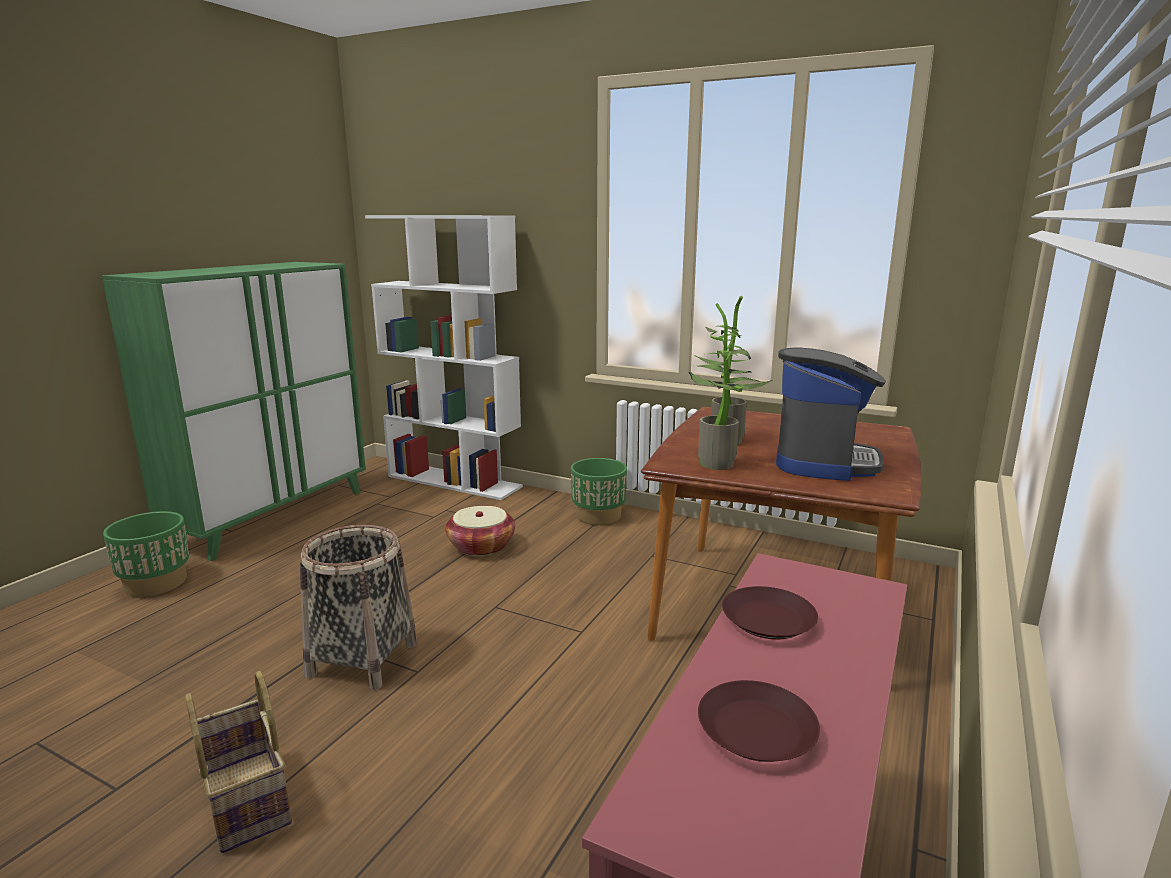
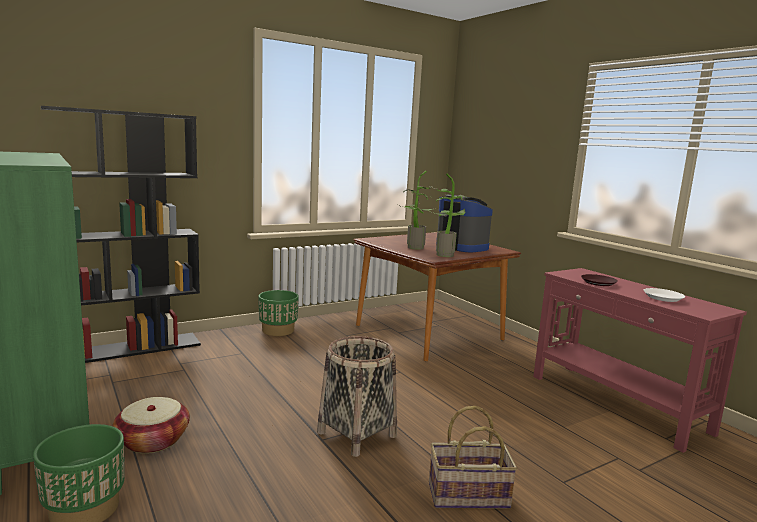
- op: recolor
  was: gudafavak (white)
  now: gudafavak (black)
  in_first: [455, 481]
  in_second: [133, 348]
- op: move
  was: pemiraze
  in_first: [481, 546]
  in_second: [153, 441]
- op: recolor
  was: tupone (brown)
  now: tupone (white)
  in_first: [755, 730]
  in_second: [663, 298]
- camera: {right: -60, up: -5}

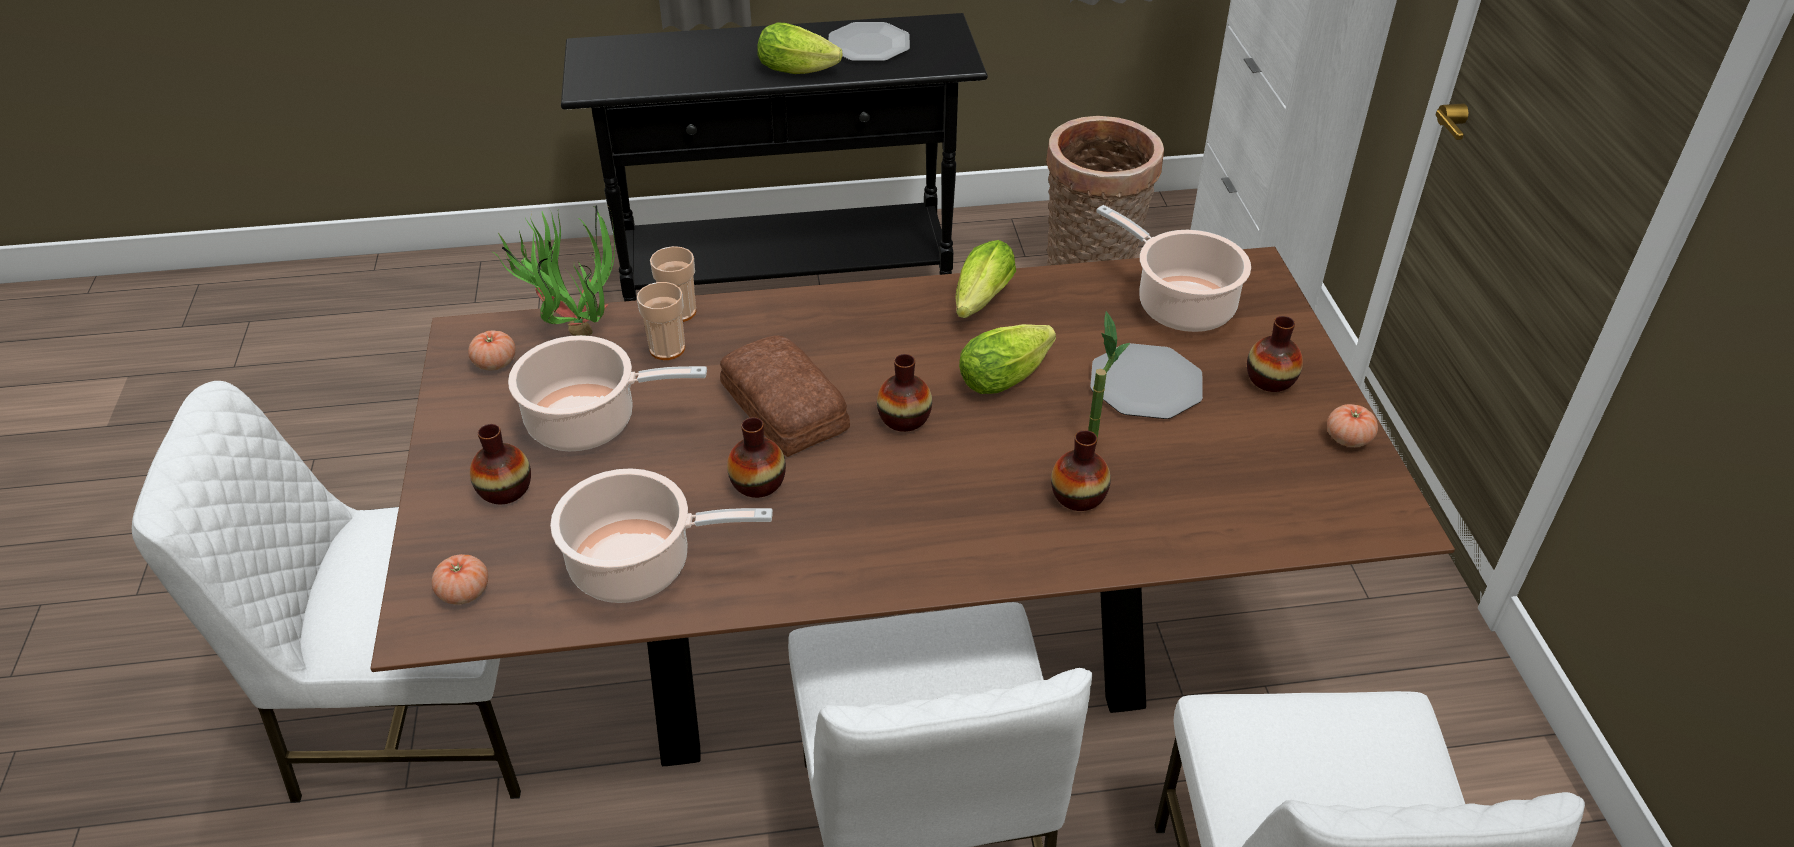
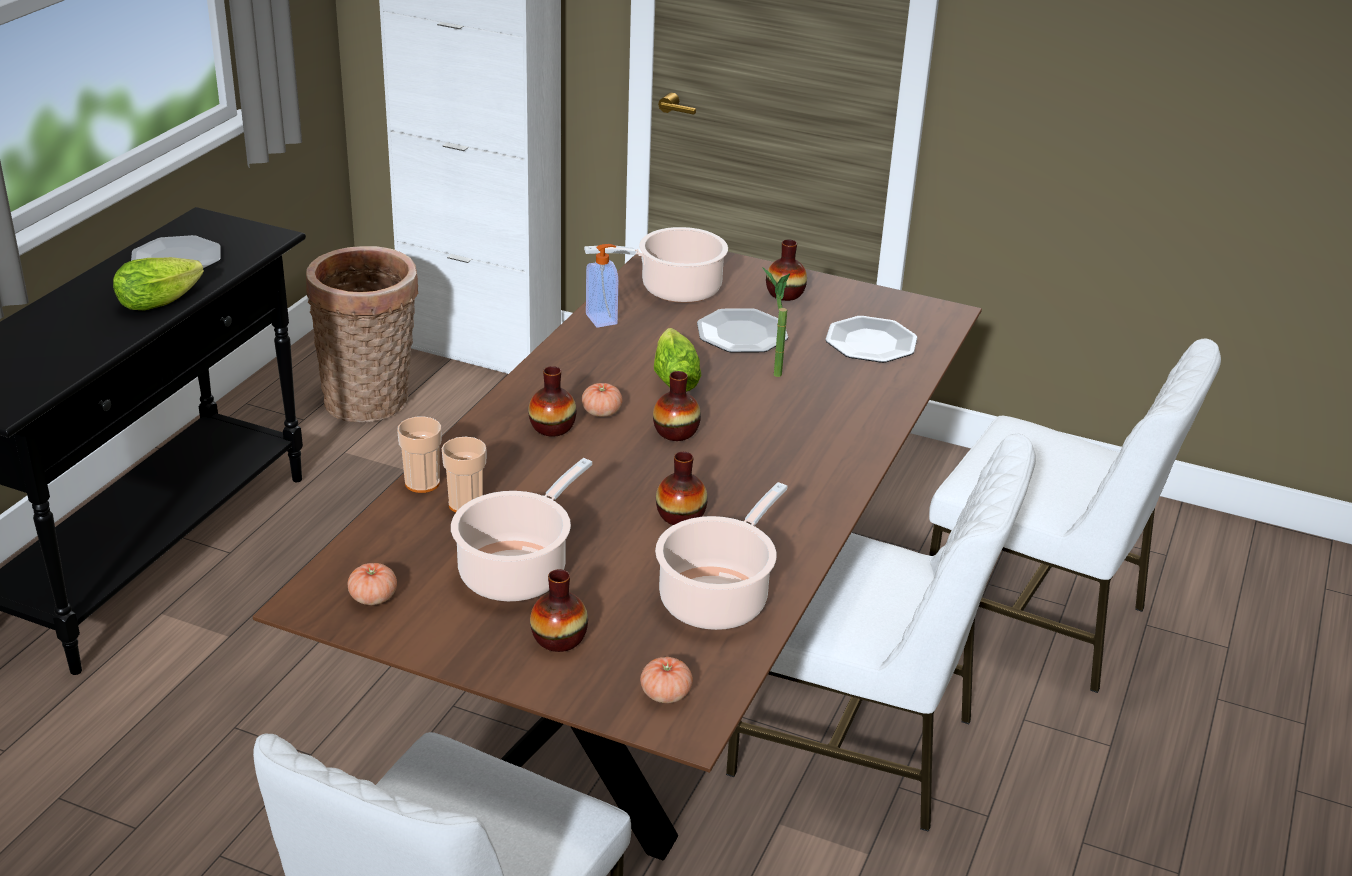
- op: delete
  was: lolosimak
  in_first: [575, 328]
- op: delete
  was: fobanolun
  in_first: [782, 409]
- op: delete
  was: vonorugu
  in_first: [979, 303]
- op: move
  was: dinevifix
  in_first: [1078, 496]
  in_second: [552, 427]
- op: move
  was: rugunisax
  in_first: [1348, 438]
  in_second: [601, 412]
- op: insert
  now: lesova
  in_second: [602, 319]
- op: insert
  now: tupone
  in_second: [870, 342]
- camera: {right: -60, up: -10}

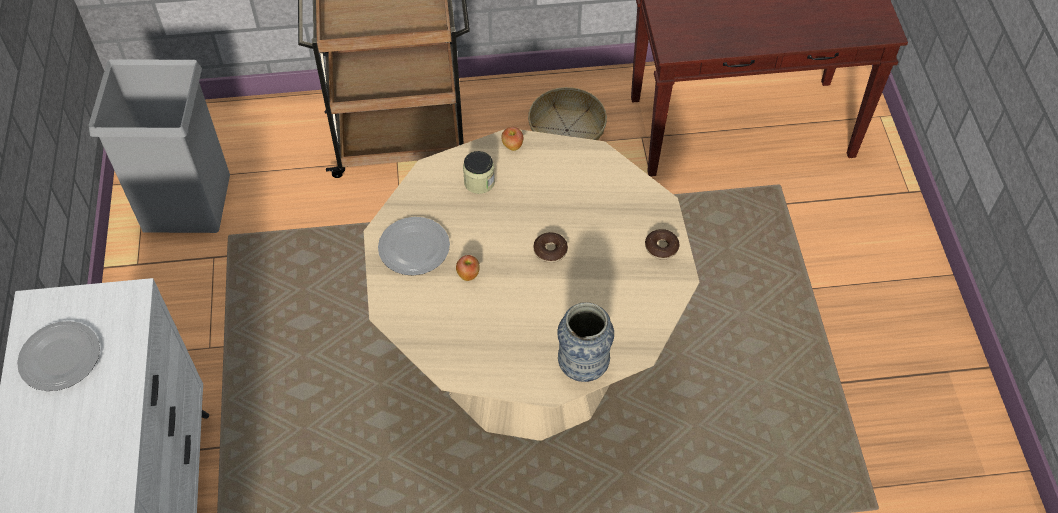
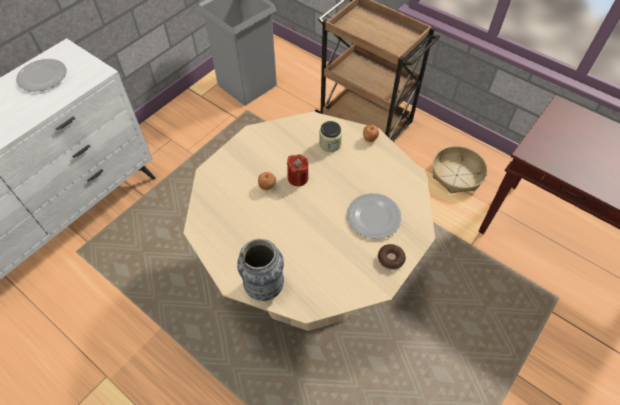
- op: move
  was: tupone
  in_first: [413, 248]
  in_second: [373, 216]
- op: delete
  was: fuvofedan
  in_first: [550, 251]
- op: insert
  now: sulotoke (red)
  in_second: [298, 178]
- camera: {right: 45, up: 0}

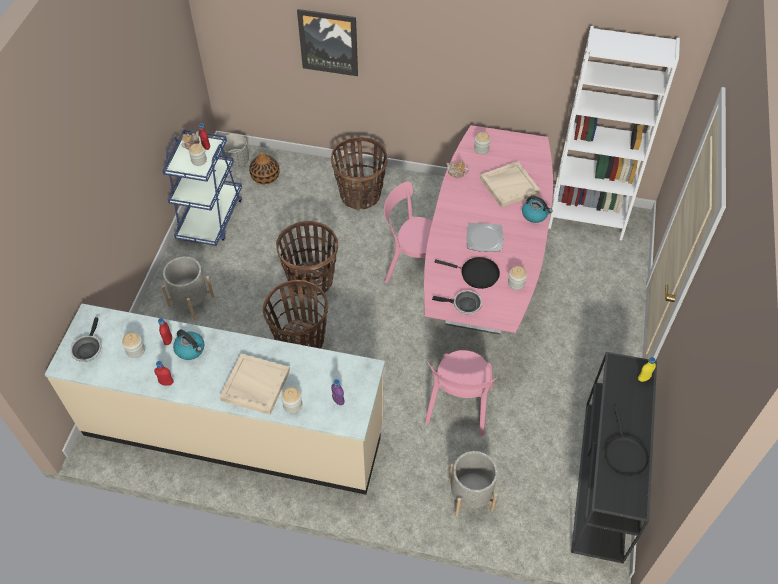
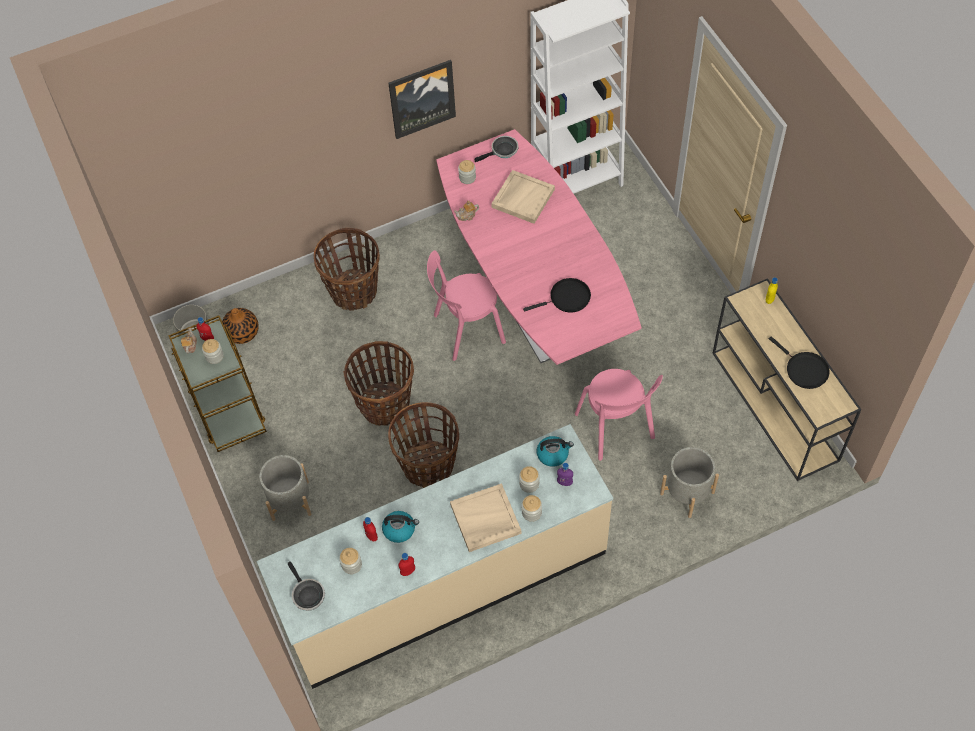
- op: recolor
  was: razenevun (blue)
  now: razenevun (brown)
  in_first: [210, 218]
  in_second: [227, 409]
- op: move
  was: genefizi
  in_first: [328, 42]
  in_second: [422, 98]
- op: move
  was: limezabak
  in_first: [464, 305]
  in_second: [502, 151]
- op: delete
  was: tupone
  in_first: [485, 239]
- op: move
  was: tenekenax
  in_first: [516, 283]
  in_second: [529, 484]
- op: move
  was: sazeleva
  in_first: [535, 215]
  in_second: [553, 454]
- op: recolor
  was: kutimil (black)
  now: kutimil (beige)
  in_first: [603, 481]
  in_second: [775, 407]
- camera: {right: -35, up: 5}

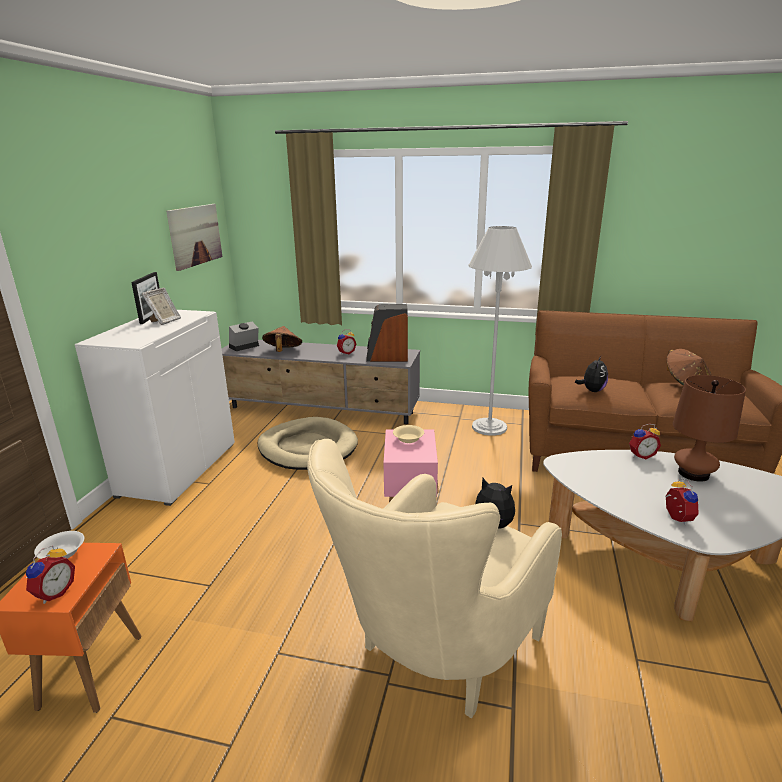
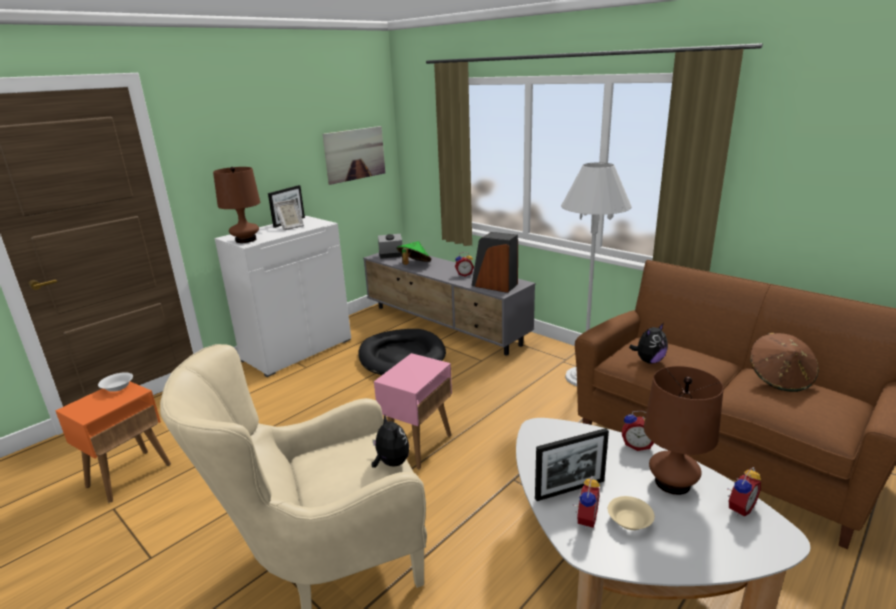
- op: move
  was: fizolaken
  in_first: [54, 593]
  in_second: [738, 508]
- op: recolor
  was: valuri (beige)
  now: valuri (black)
  in_first: [308, 447]
  in_second: [402, 356]
- op: recolor
  was: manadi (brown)
  now: manadi (green)
  in_first: [283, 352]
  in_second: [414, 265]
- op: move
  was: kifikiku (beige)
  in_first: [408, 440]
  in_second: [629, 521]
- op: insert
  now: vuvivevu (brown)
  in_second: [246, 240]
- op: insert
  now: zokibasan
  in_second: [570, 489]
- camera: {right: 30, up: 0}

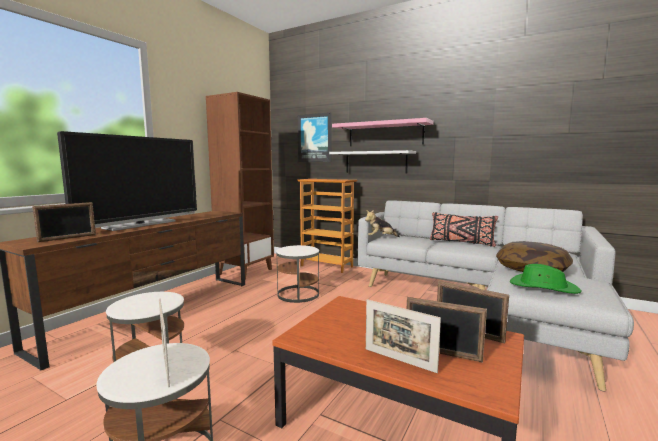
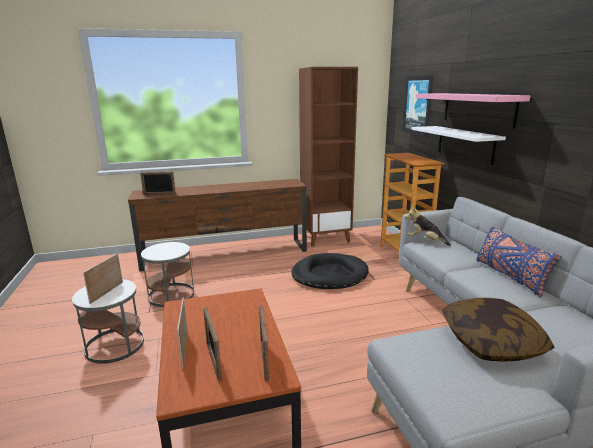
- op: delete
  was: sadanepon
  in_first: [140, 224]
- op: replace
  was: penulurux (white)
  now: valuri (black)
  in_first: [298, 294]
  in_second: [329, 275]
- op: recolor
  was: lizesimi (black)
  now: lizesimi (blue)
  in_first: [461, 242]
  in_second: [510, 276]
- op: delete
  was: manadi (green)
  in_first: [543, 287]
- camera: {right: 45, up: 10}

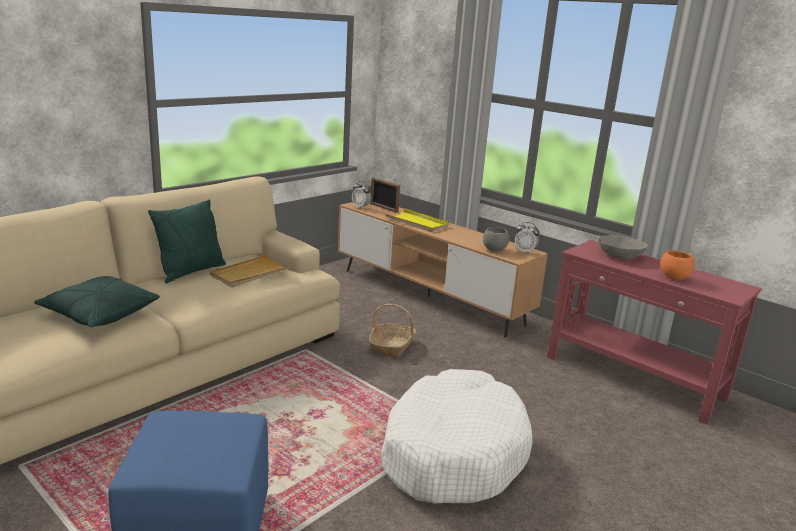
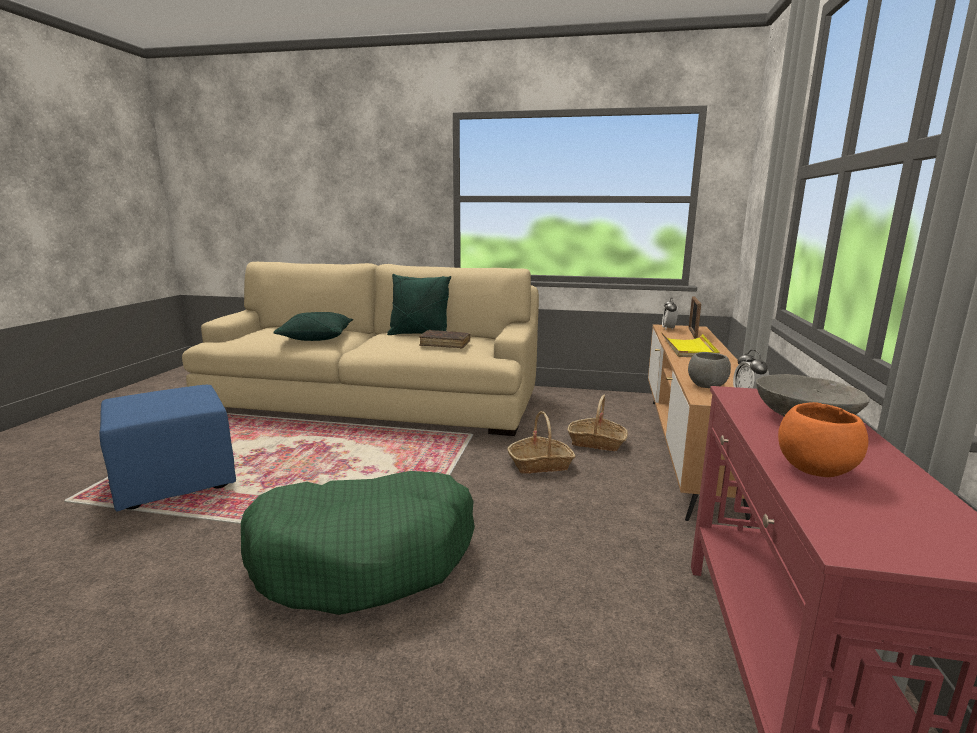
- op: replace
  was: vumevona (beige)
  now: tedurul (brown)
  in_first: [251, 274]
  in_second: [445, 344]
- op: recolor
  was: valuri (white)
  now: valuri (green)
  in_first: [452, 452]
  in_second: [365, 557]
- op: insert
  now: pemiraze
  in_second: [596, 442]
- camera: {right: 60, up: -5}

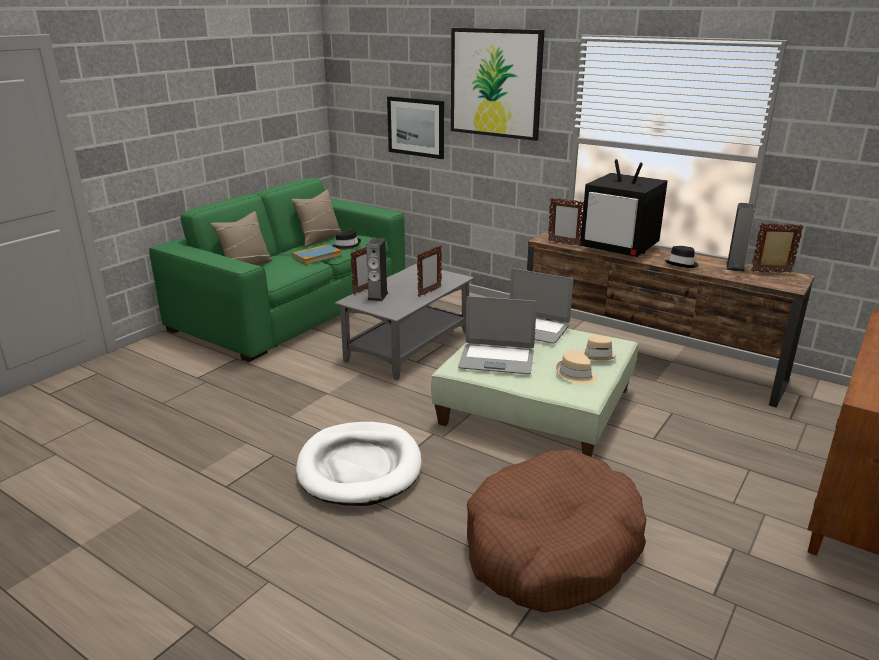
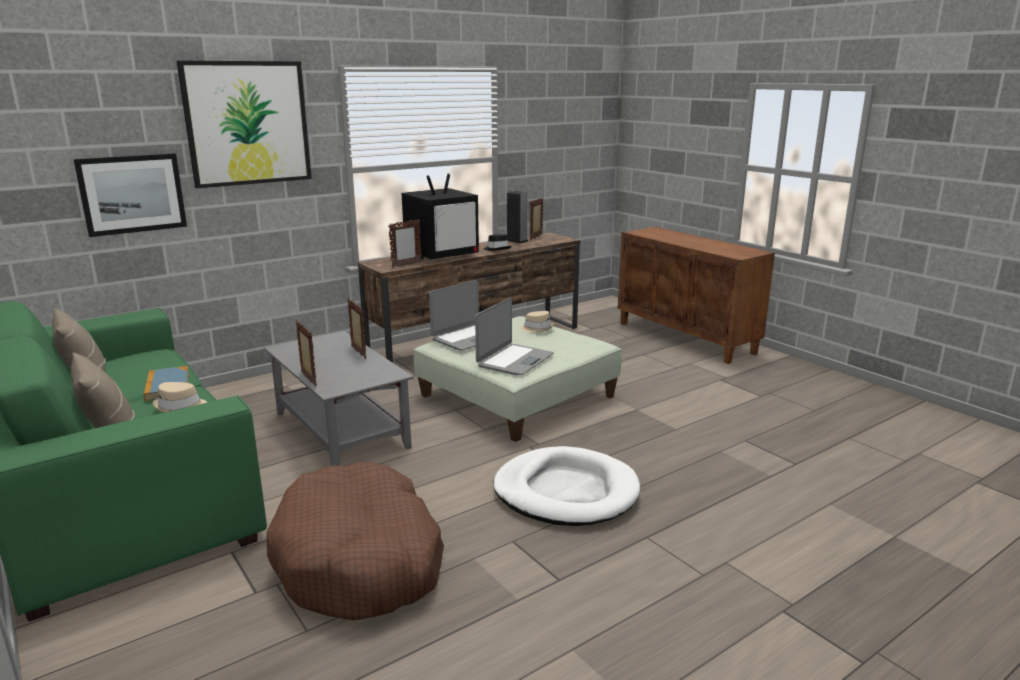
- op: delete
  was: manadi (black)
  in_first: [346, 245]
- op: delete
  was: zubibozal
  in_first: [378, 296]
- op: move
  was: valuri (brown)
  in_first: [552, 548]
  in_second: [360, 560]
- op: move
  was: manadi (beige)
  in_first: [575, 375]
  in_second: [180, 407]
- camera: {right: -70, up: -5}

